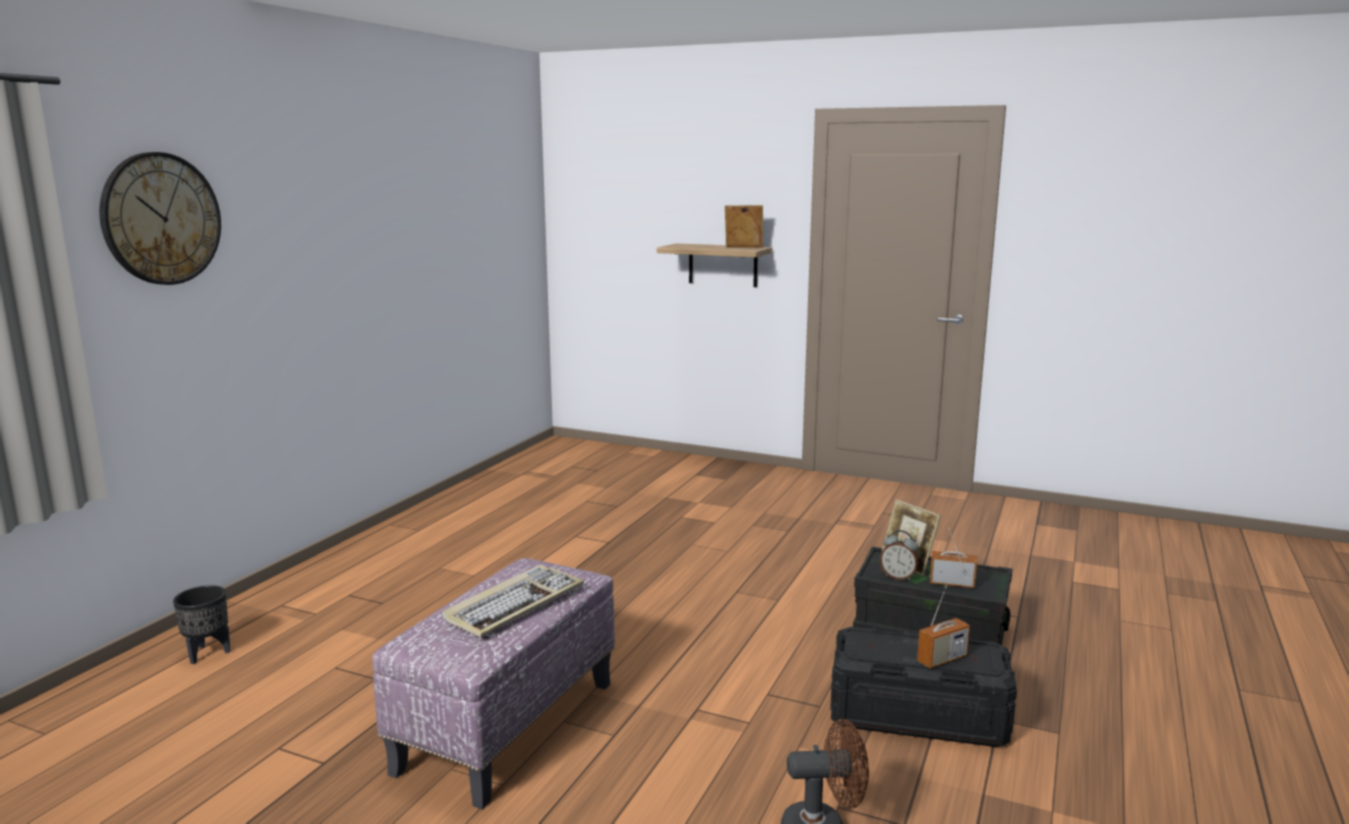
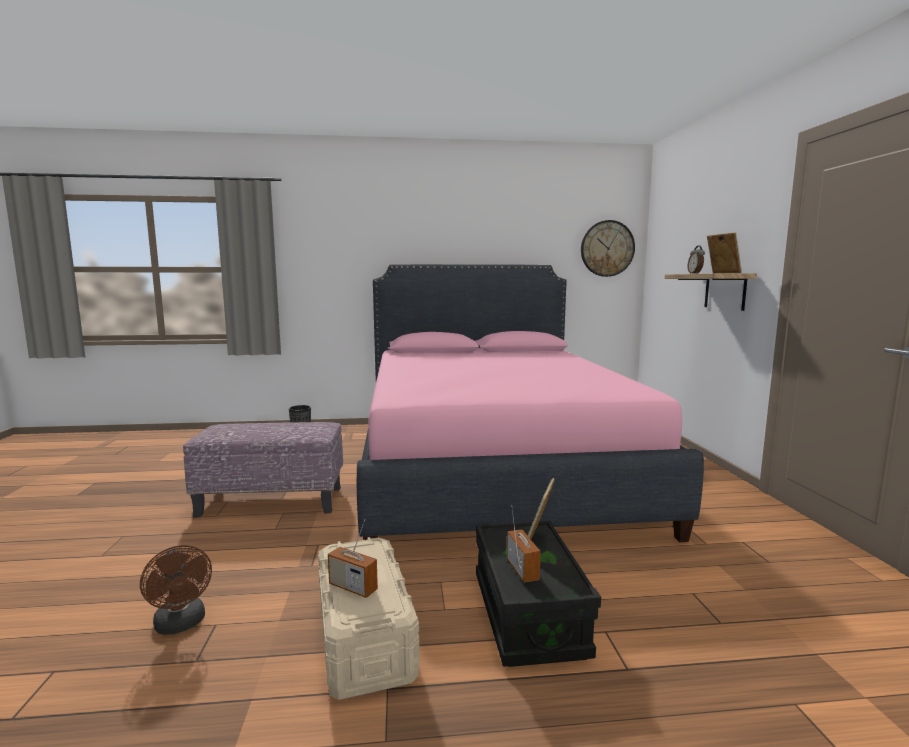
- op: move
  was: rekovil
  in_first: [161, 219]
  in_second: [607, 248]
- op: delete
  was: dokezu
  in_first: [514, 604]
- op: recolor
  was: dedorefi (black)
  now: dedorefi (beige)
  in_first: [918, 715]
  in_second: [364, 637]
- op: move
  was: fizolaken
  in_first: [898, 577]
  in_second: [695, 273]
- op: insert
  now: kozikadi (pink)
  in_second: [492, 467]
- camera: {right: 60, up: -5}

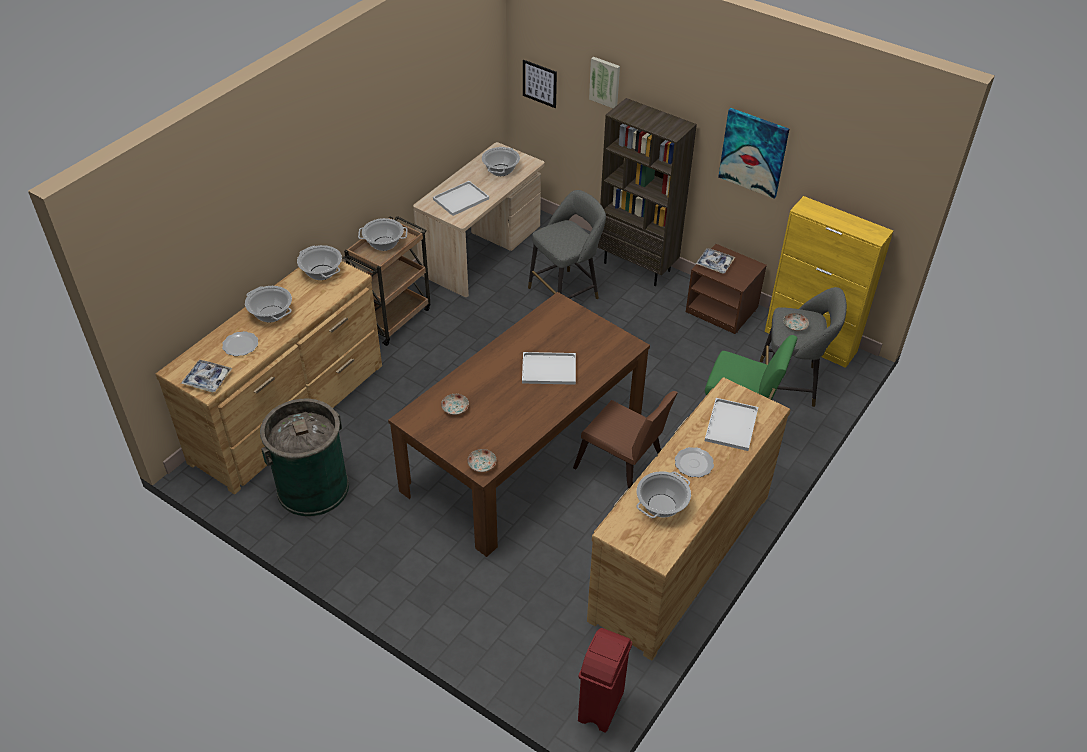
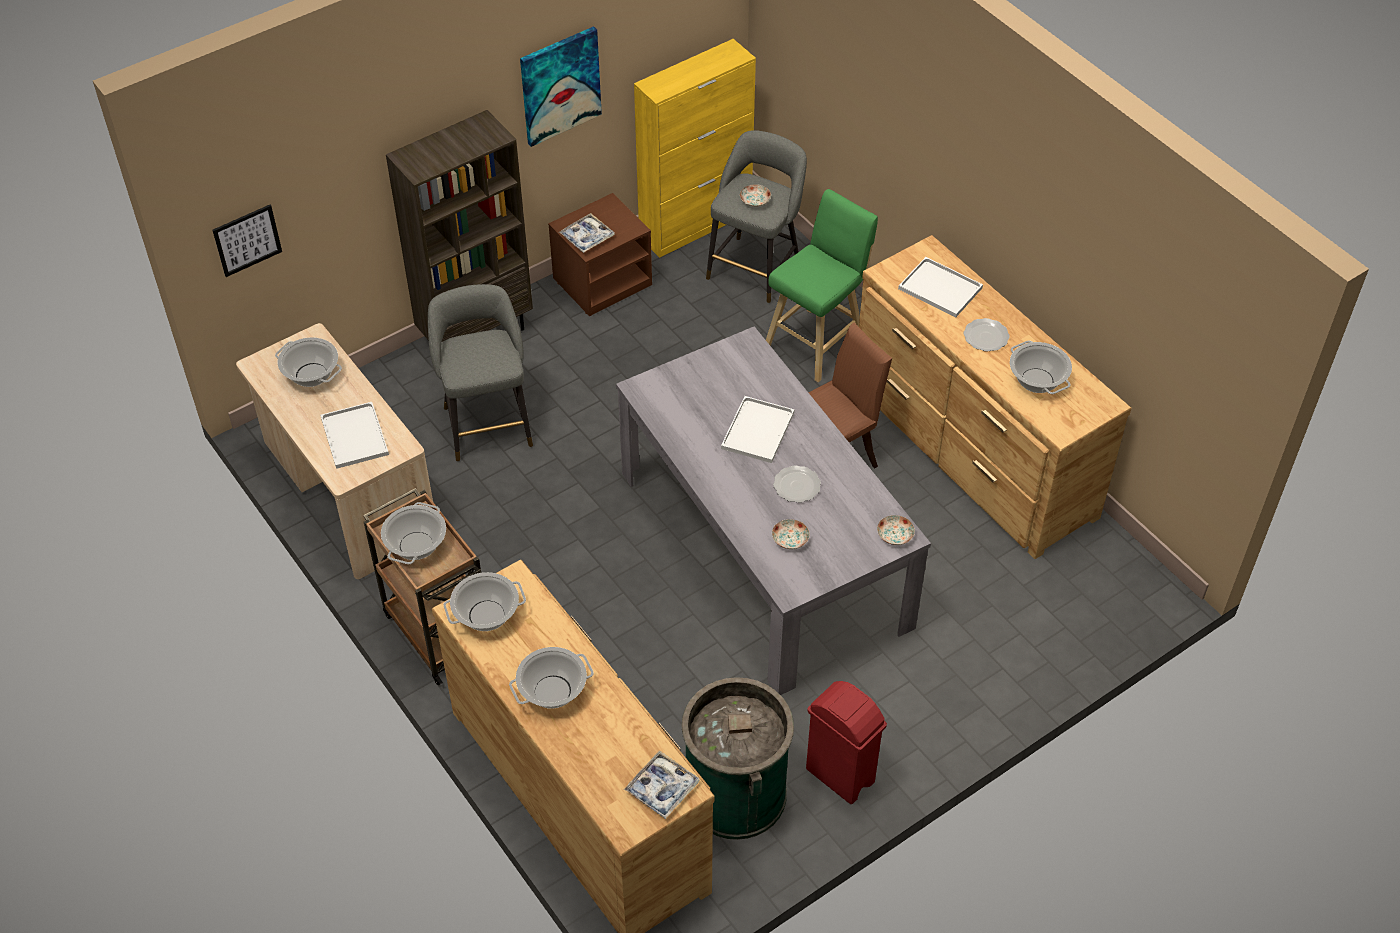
- op: move
  was: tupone
  in_first: [240, 345]
  in_second: [796, 486]
- op: recolor
  was: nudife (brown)
  now: nudife (grey)
  in_first: [523, 453]
  in_second: [764, 548]
- op: move
  was: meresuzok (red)
  in_first: [600, 707]
  in_second: [840, 776]
- op: delete
  was: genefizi
  in_first: [605, 82]
- camera: {right: -70, up: 5}

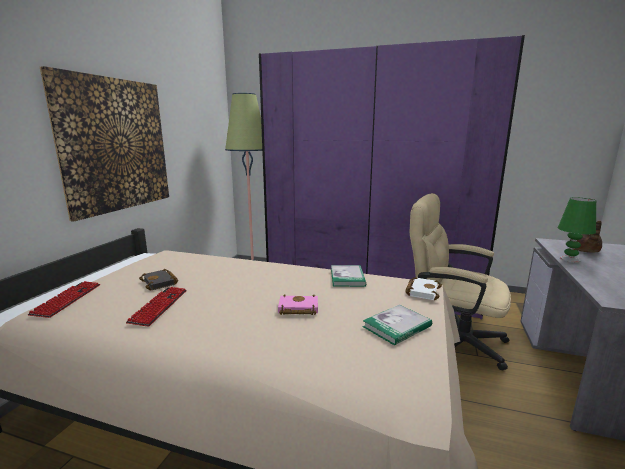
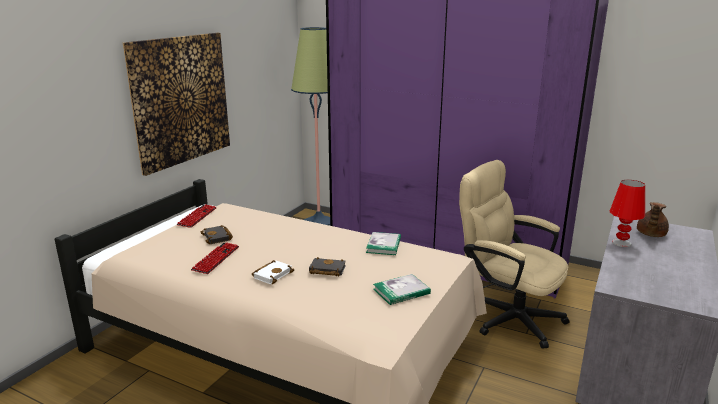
- op: move
  was: dokezu
  in_first: [67, 300]
  in_second: [197, 217]
- op: recolor
  was: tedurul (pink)
  now: tedurul (black)
  in_first: [297, 309]
  in_second: [326, 270]
- op: move
  was: tedurul (white)
  in_first: [422, 291]
  in_second: [272, 274]
- op: recolor
  was: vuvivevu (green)
  now: vuvivevu (red)
  in_first: [570, 259]
  in_second: [621, 243]
- camera: {right: 10, up: 5}

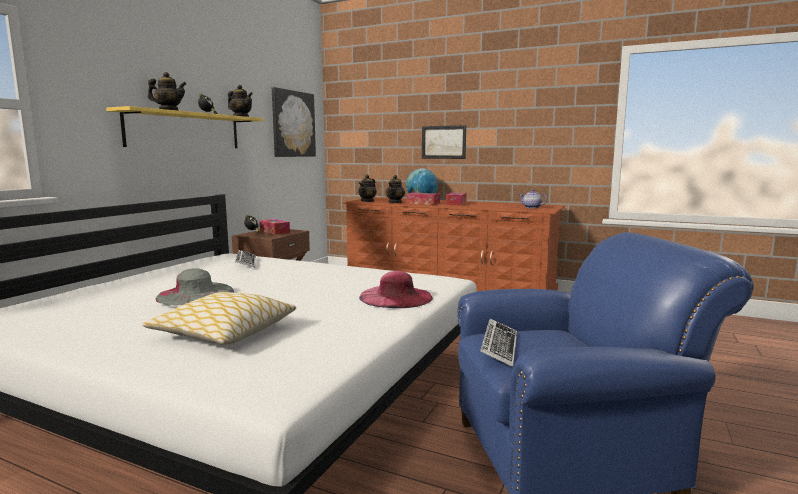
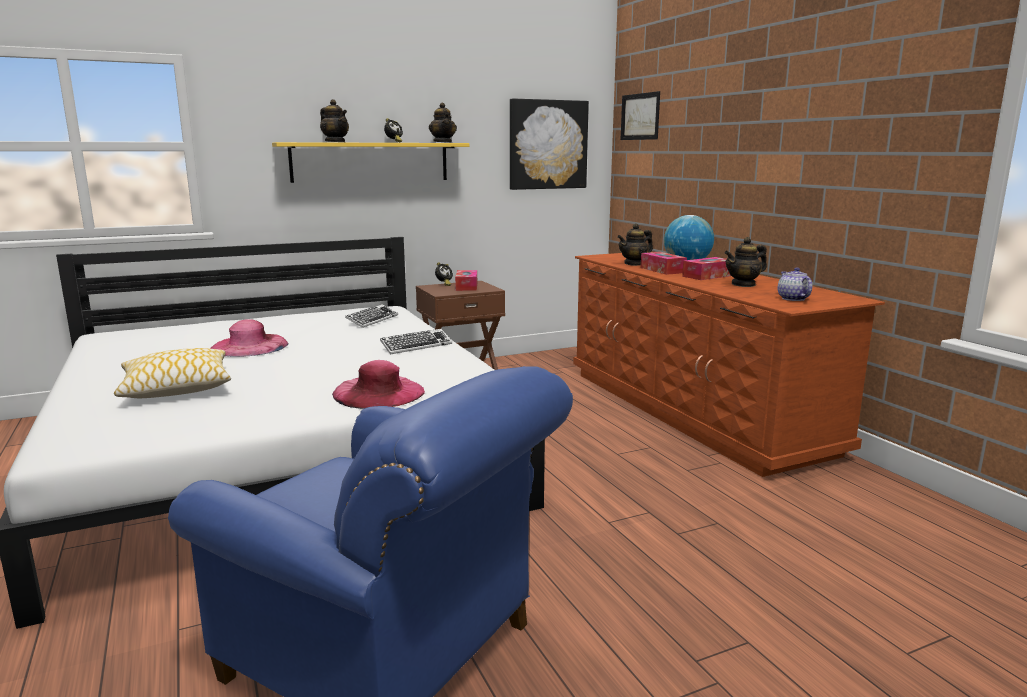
- op: recolor
  was: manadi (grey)
  now: manadi (pink)
  in_first: [195, 294]
  in_second: [249, 346]
- op: move
  was: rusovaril
  in_first: [367, 201]
  in_second: [743, 284]
- op: move
  was: genefizi
  in_first: [443, 142]
  in_second: [640, 116]
- op: move
  was: dokezu
  in_first: [499, 347]
  in_second: [416, 346]
- camera: {right: 40, up: 5}

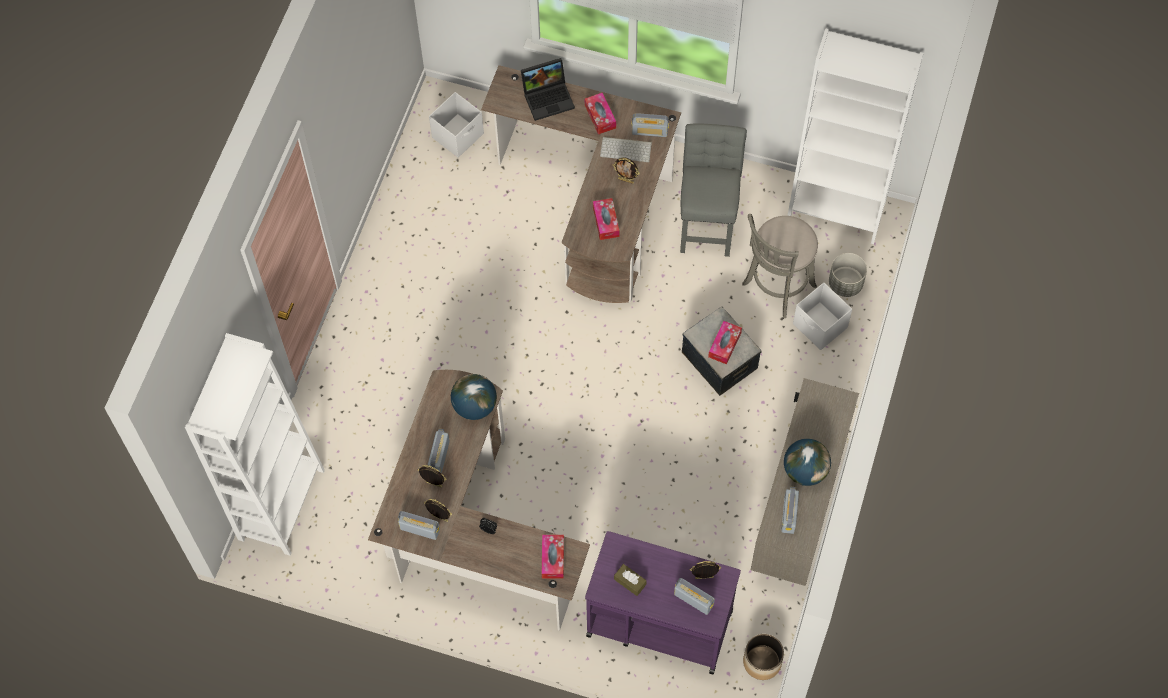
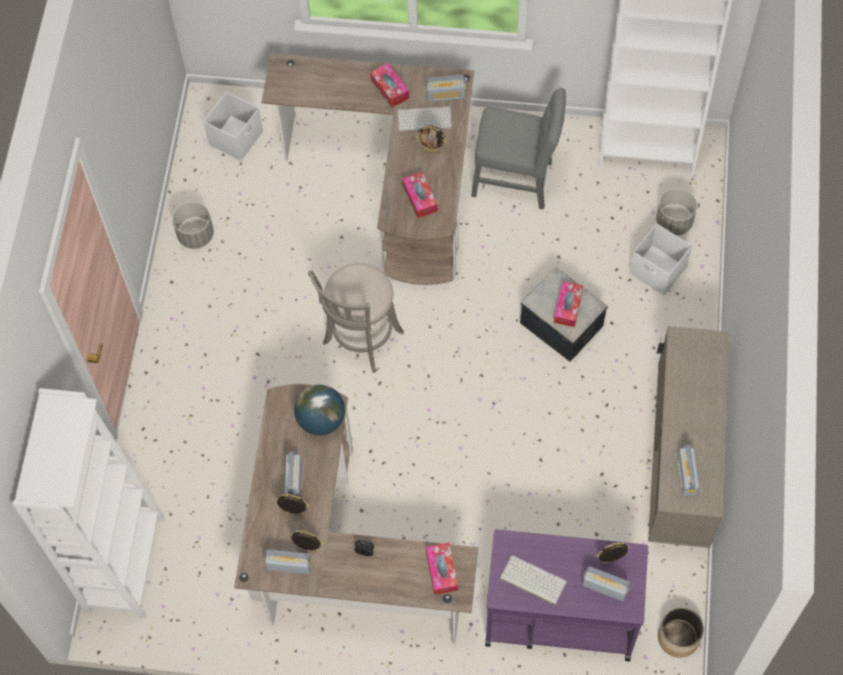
- op: delete
  was: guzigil
  in_first: [549, 97]
- op: replace
  was: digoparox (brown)
  now: dokezu
  in_first: [630, 582]
  in_second: [531, 580]
- op: rotate
  was: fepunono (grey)
  in_first: [707, 220]
  in_second: [516, 181]
  clockwise: 105
- op: move
  was: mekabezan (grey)
  in_first: [776, 288]
  in_second: [360, 340]
- op: delete
  was: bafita
  in_first: [804, 471]
- op: insert
  now: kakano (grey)
  in_second: [195, 235]
- camera: {right: -10, up: 0}

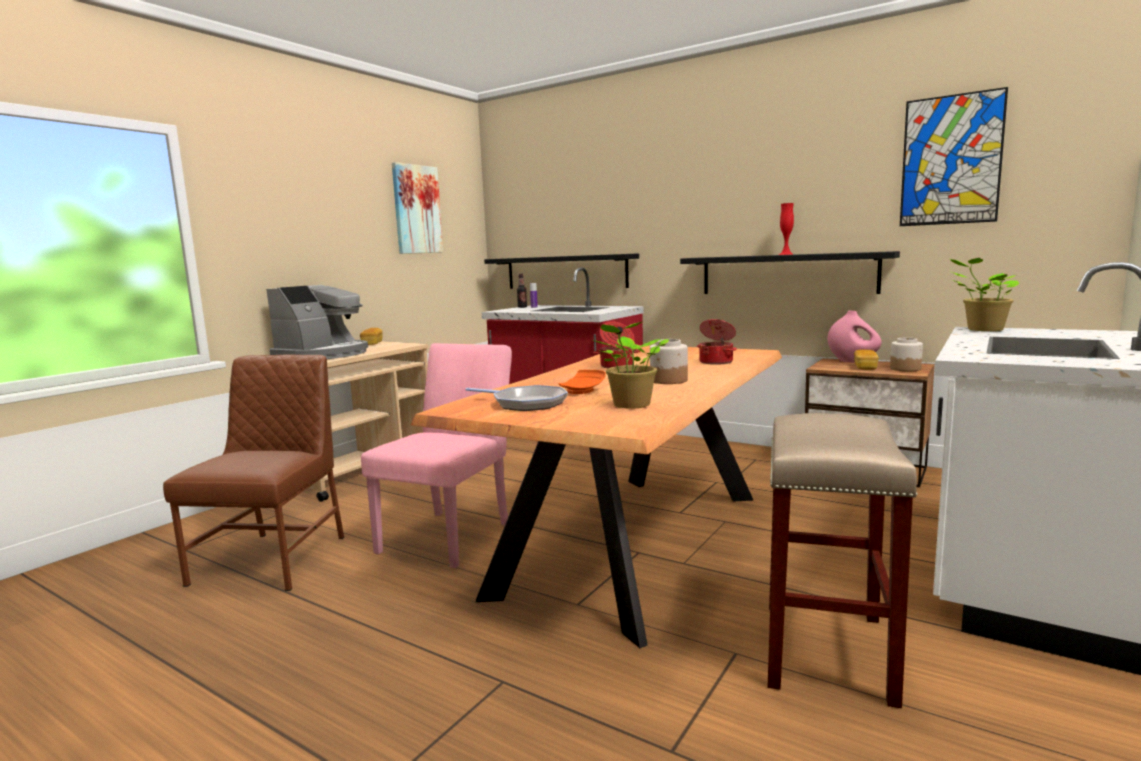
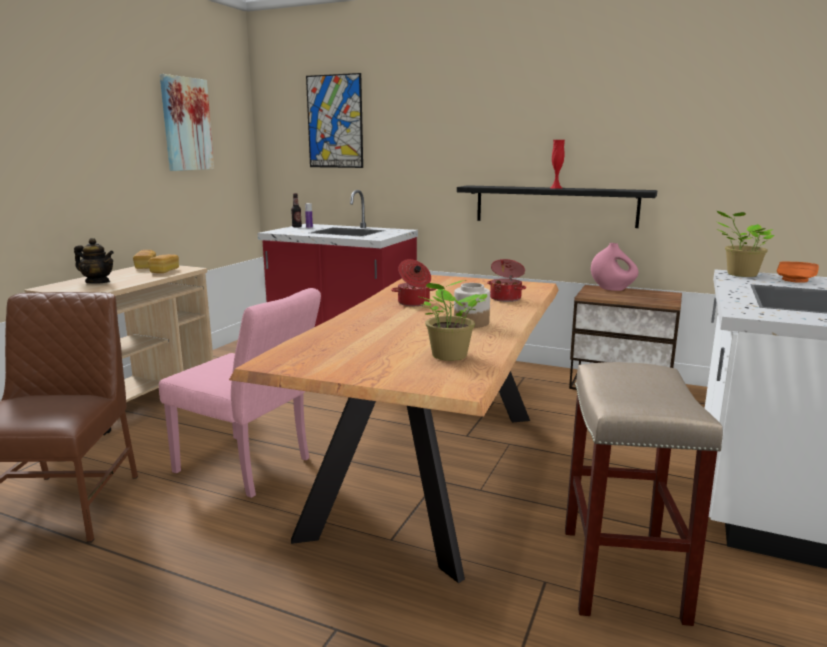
- op: replace
  was: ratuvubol
  now: rusovaril
  in_first: [324, 355]
  in_second: [98, 282]
- op: rotate
  was: fepunono (pink)
  in_first: [452, 534]
  in_second: [251, 467]
  clockwise: 105
- op: delete
  was: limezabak
  in_first: [526, 403]
- op: delete
  was: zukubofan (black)
  in_first: [565, 272]
- op: move
  was: tupone (orange)
  in_first: [583, 391]
  in_second: [795, 280]
- op: move
  was: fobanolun
  in_first: [865, 367]
  in_second: [164, 271]
- op: delete
  was: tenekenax
  in_first: [905, 369]
- op: move
  was: genefizi
  in_first: [951, 160]
  in_second: [335, 121]
- camera: {right: -10, up: 5}

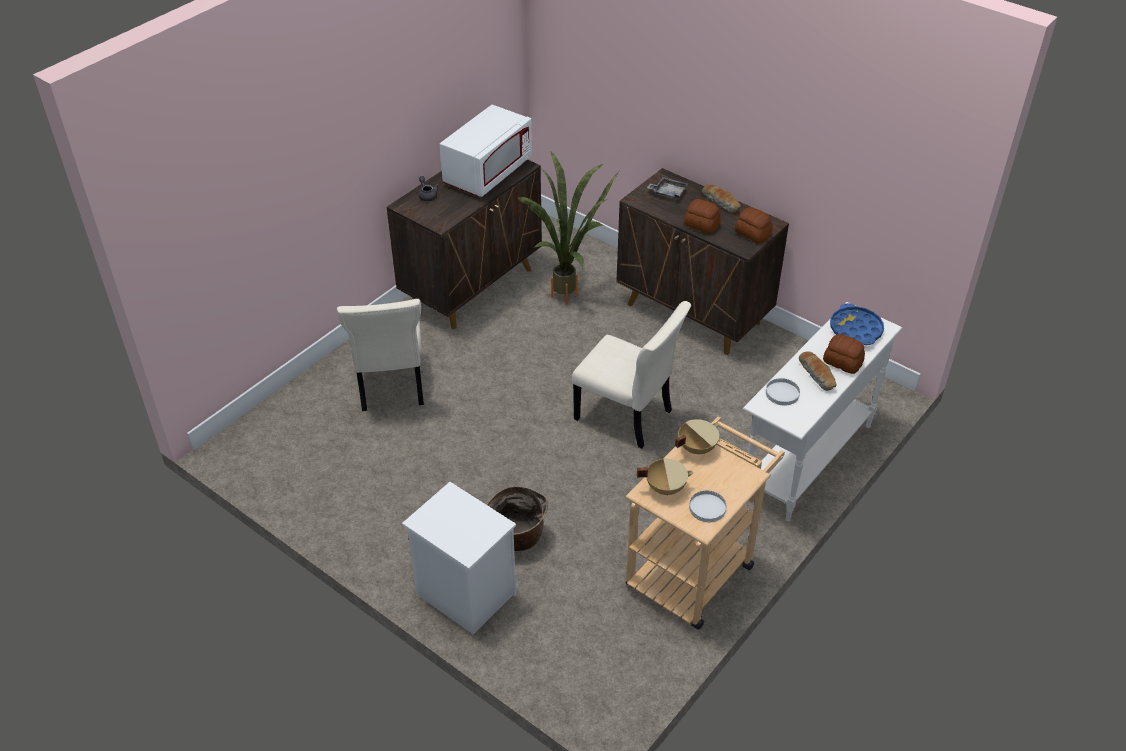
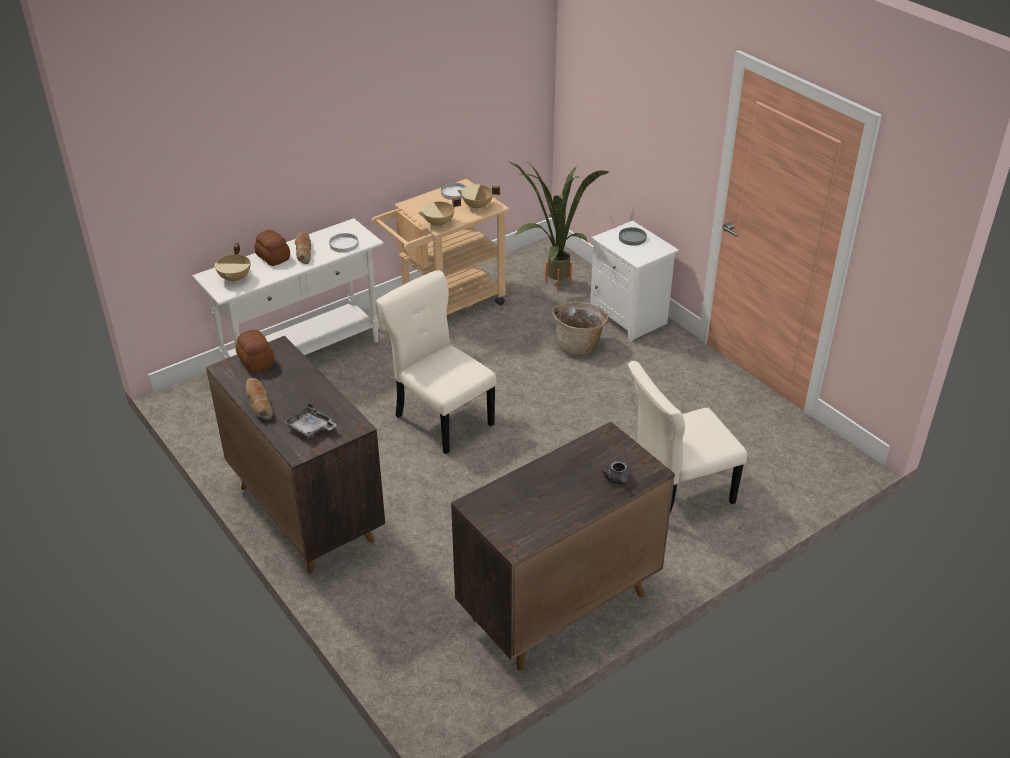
- op: rotate
  was: fepunono (beige)
  in_first: [391, 385]
  in_second: [676, 493]
  clockwise: -120
- op: delete
  was: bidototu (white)
  in_first: [488, 173]
- op: move
  was: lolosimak
  in_first: [570, 293]
  in_second: [551, 285]
- op: delete
  was: fobanolun
  in_first: [701, 224]
- op: replace
  was: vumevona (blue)
  now: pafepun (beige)
  in_first: [855, 329]
  in_second: [235, 278]
- op: insert
  now: tupone (grey)
  in_second: [632, 238]
- camera: {right: -165, up: -5}

